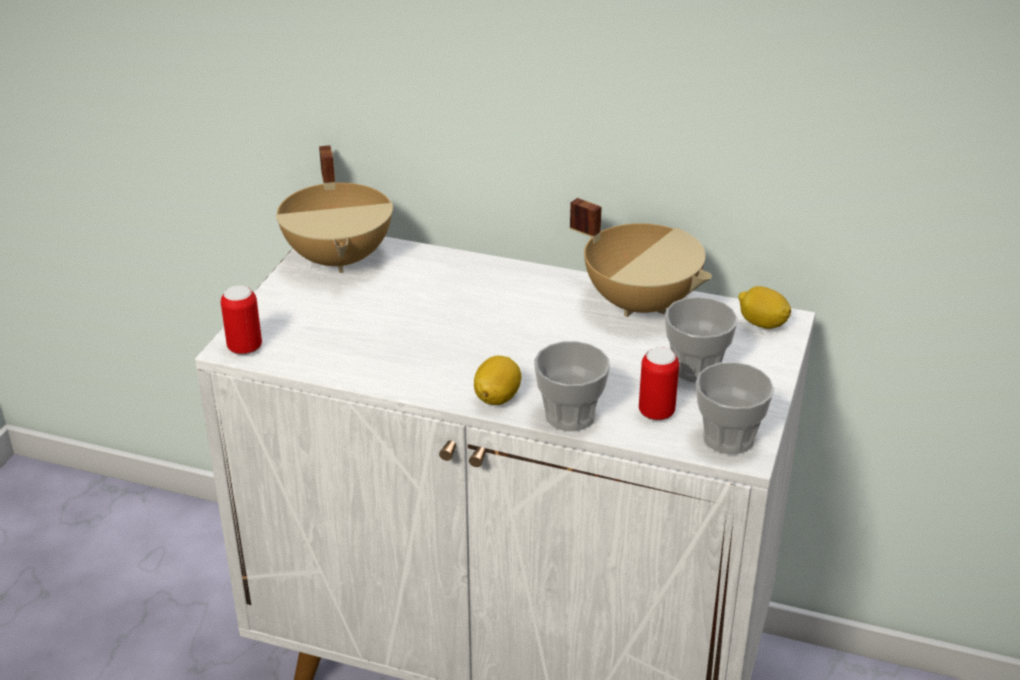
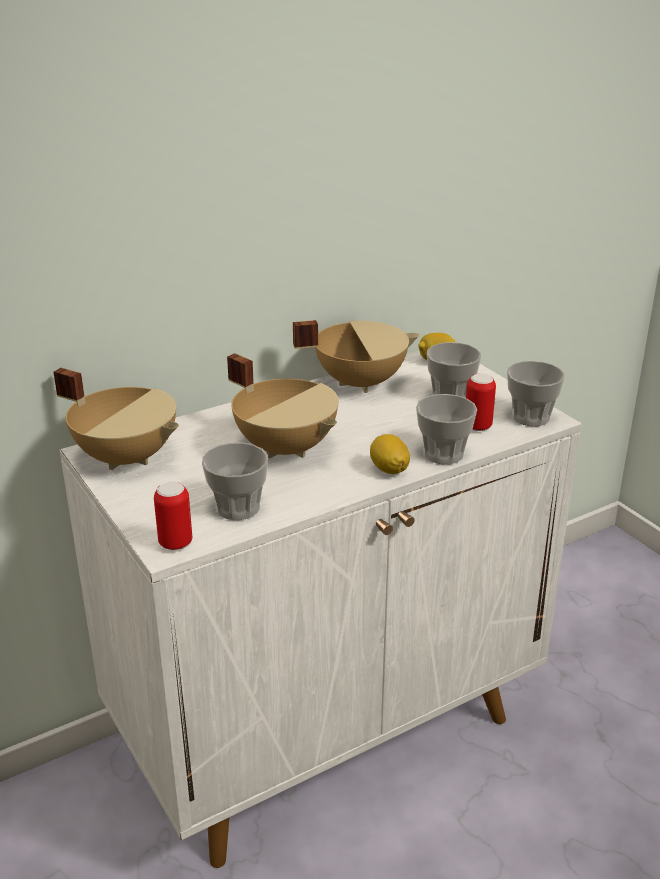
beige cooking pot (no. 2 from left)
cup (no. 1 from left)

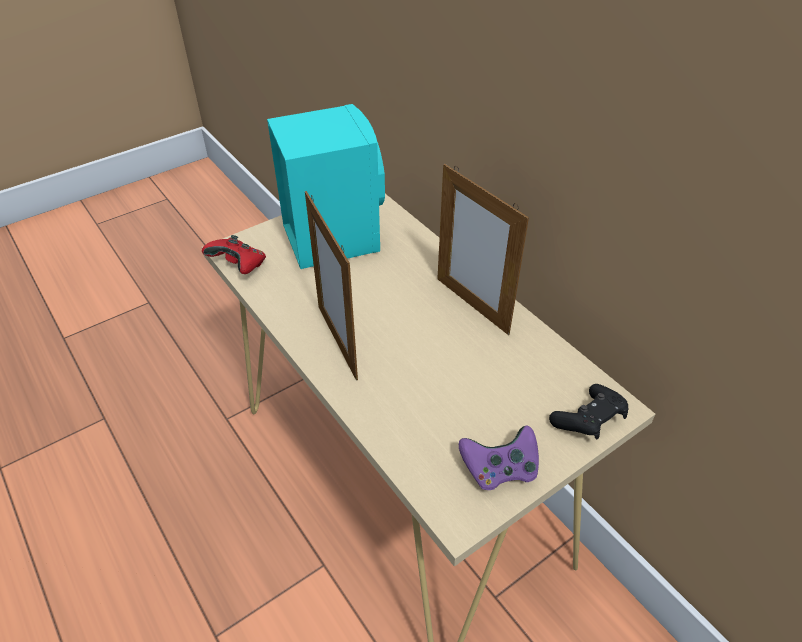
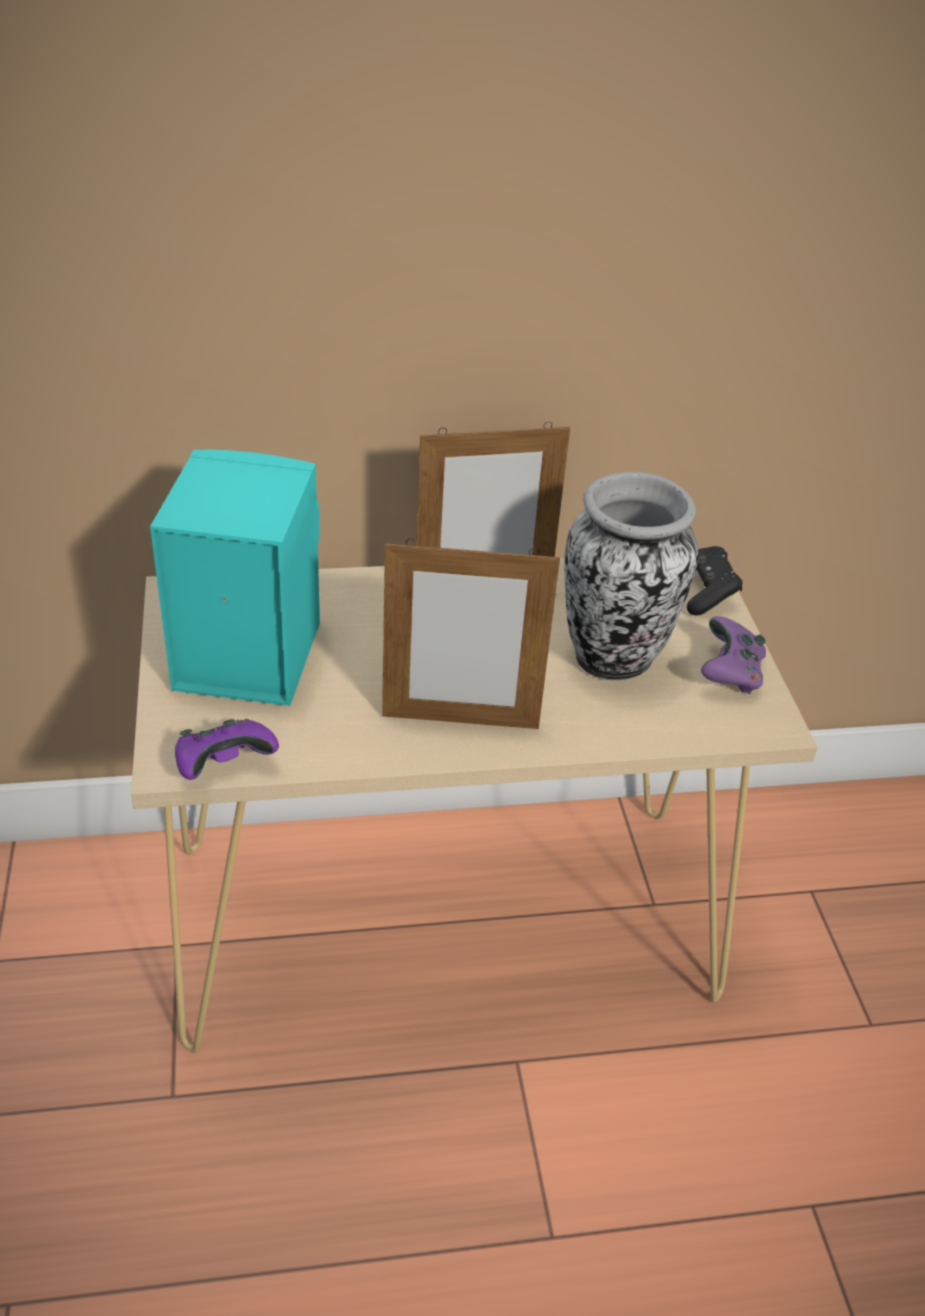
purple game controller (no. 1 from left)
vase

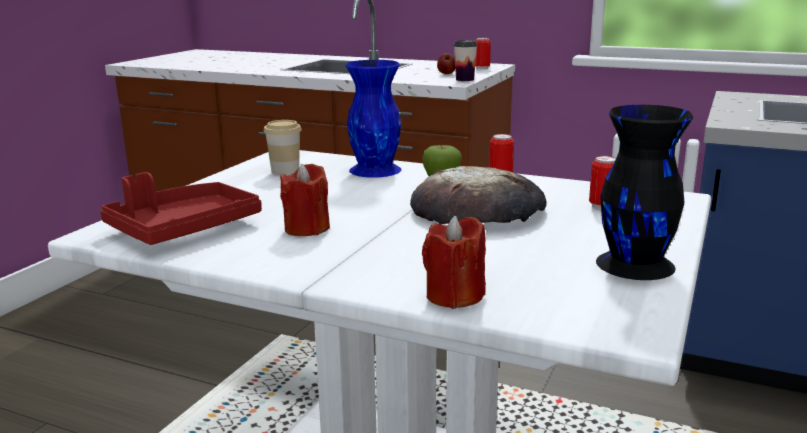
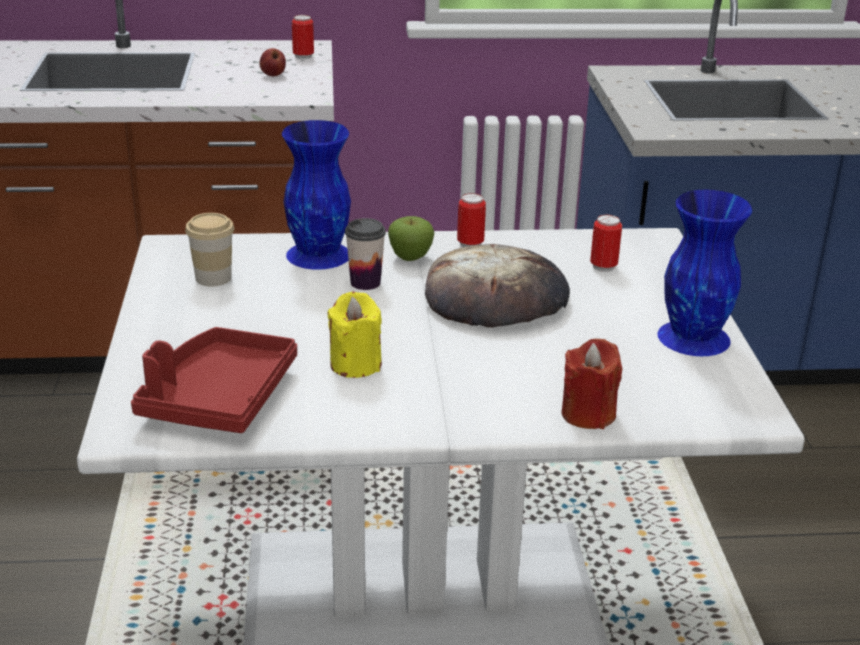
cup (no. 2 from left)
blue vase (no. 2 from left)
yellow candle

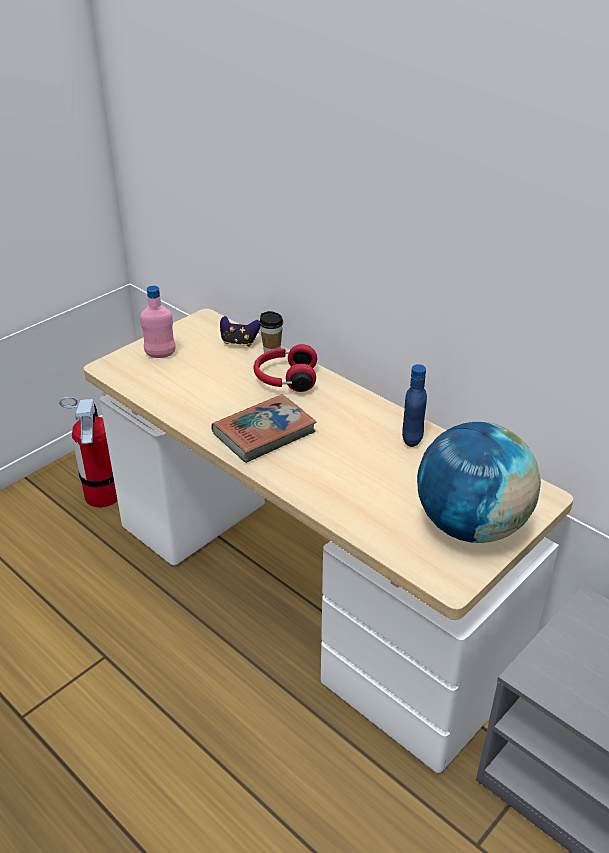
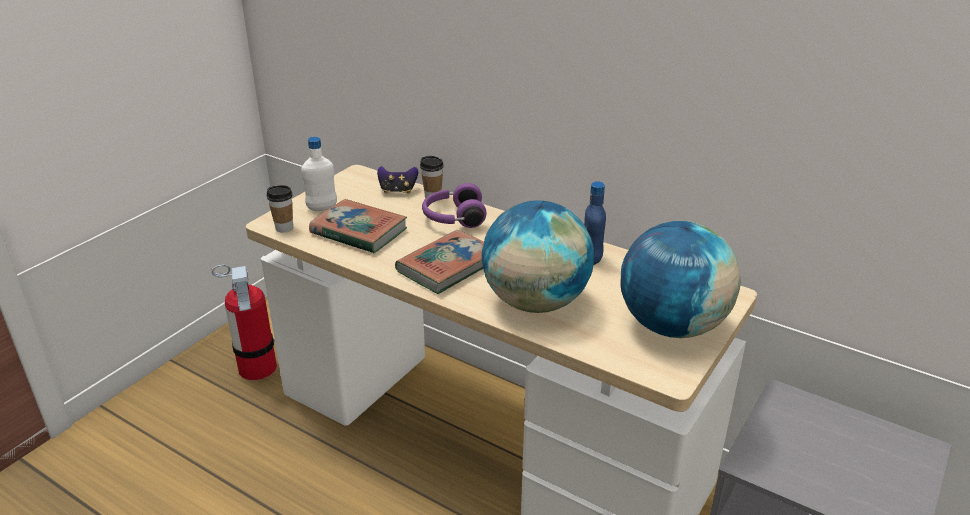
white bottle
purple headphones
cup (no. 1 from left)
book (no. 1 from left)
globe (no. 1 from left)

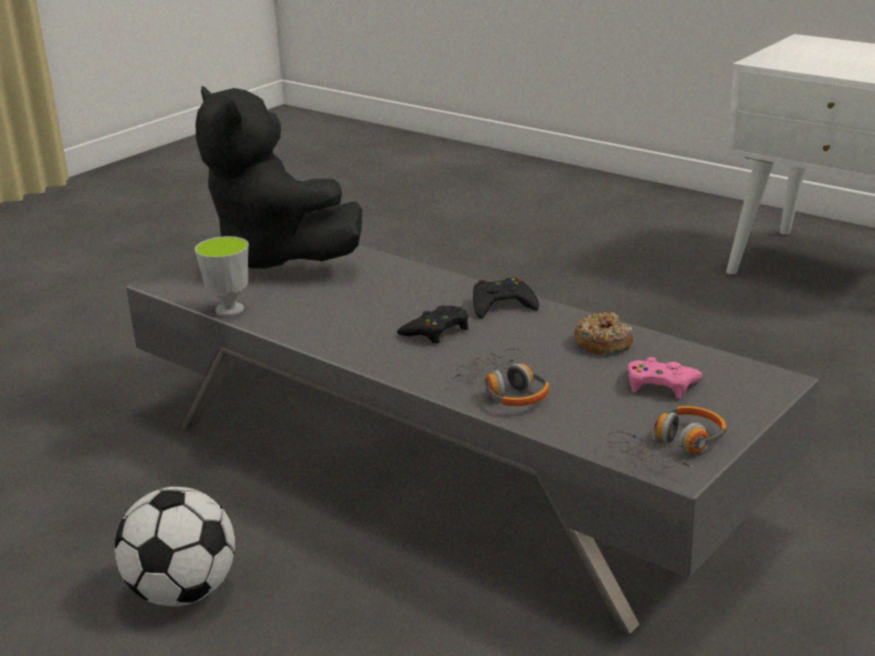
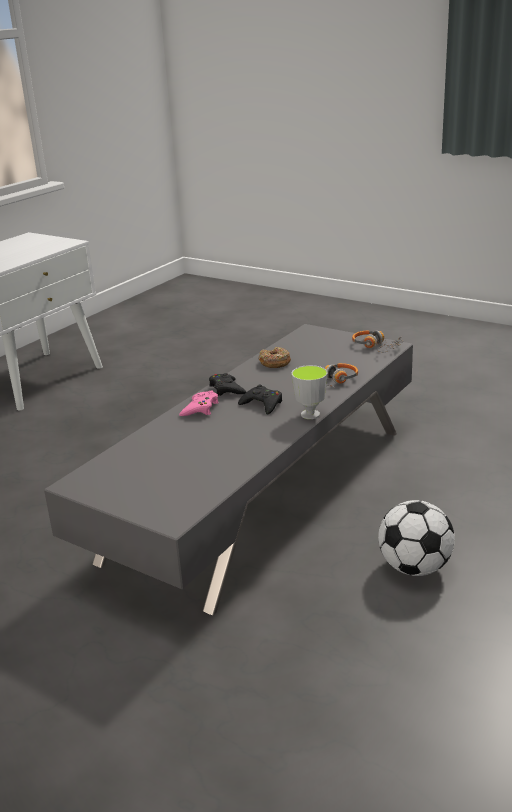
black plush toy
cup
pink game controller

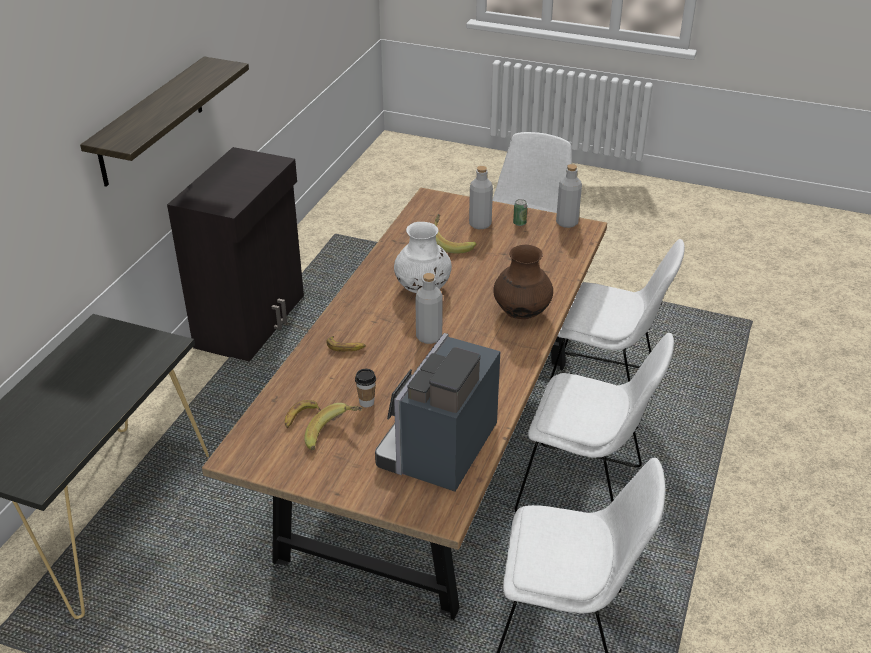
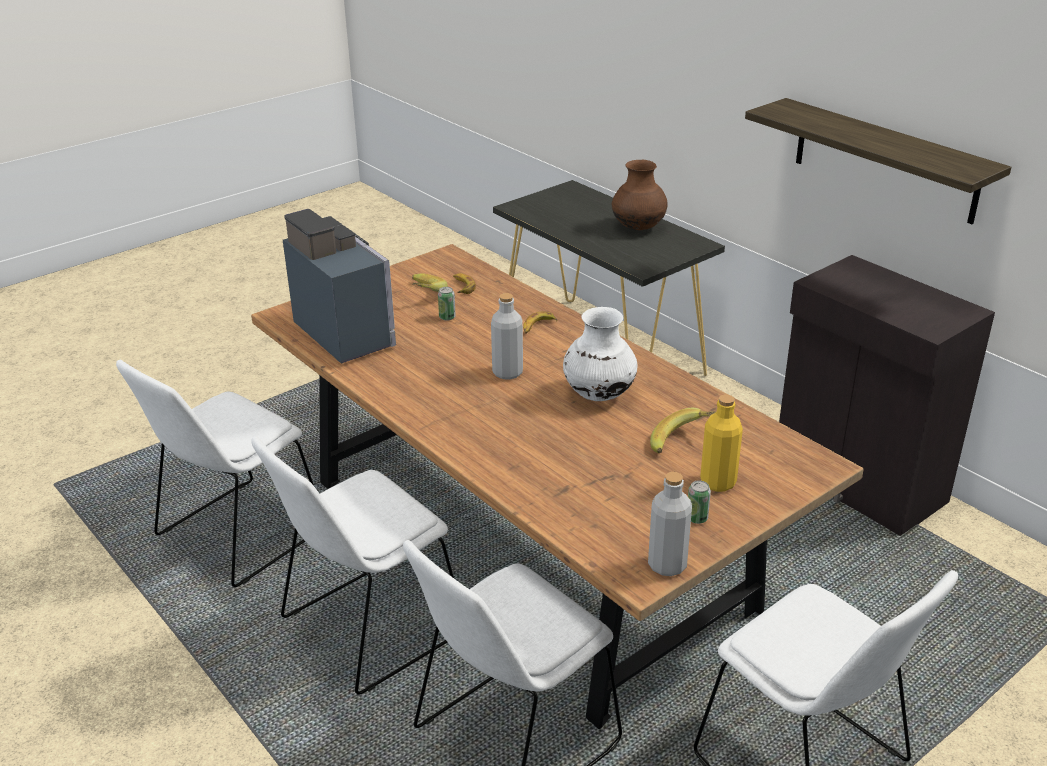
yellow bottle
brown vase
can (no. 1 from left)

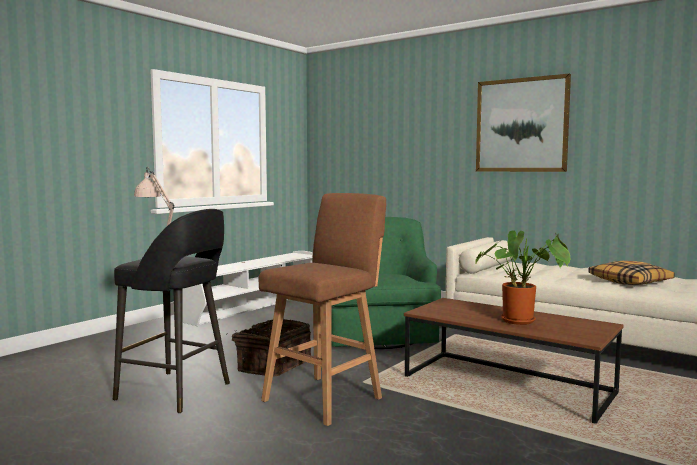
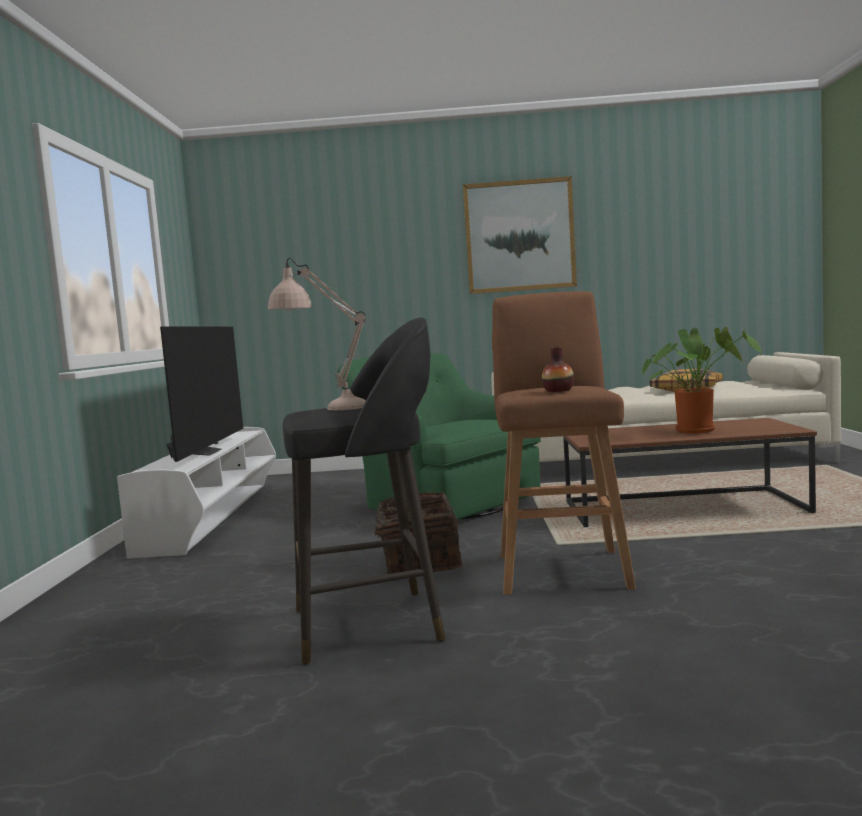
television
vase

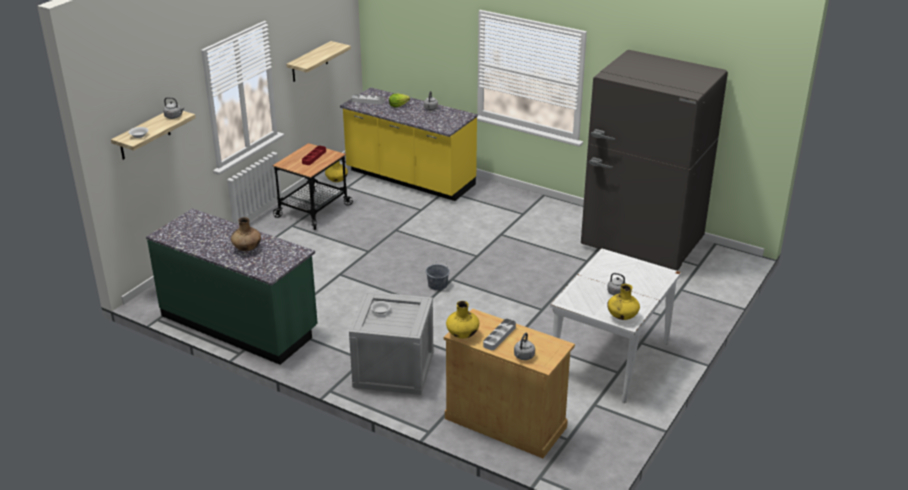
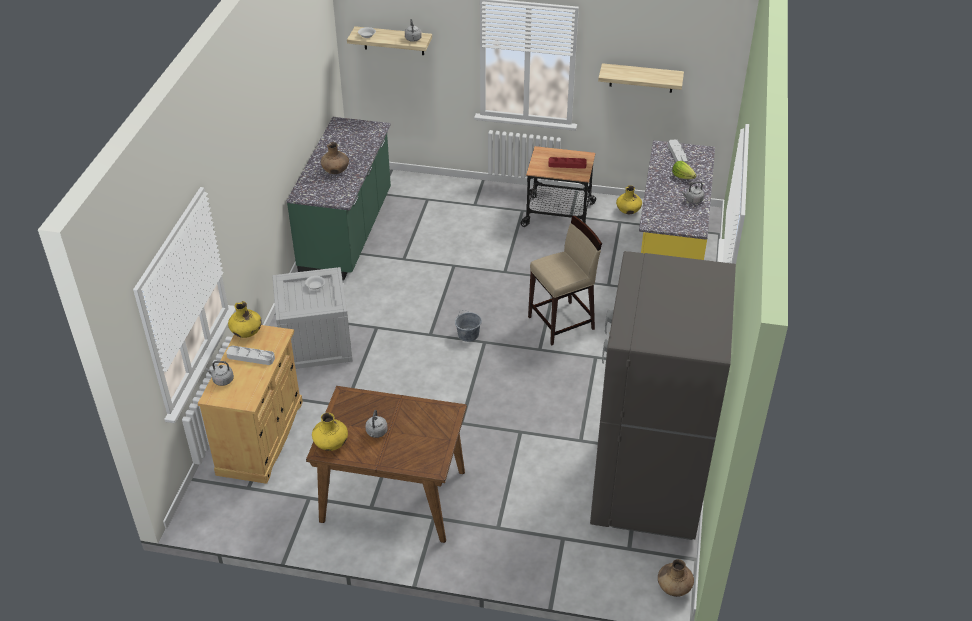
brown dining table
beige stool
brown vase (no. 2 from left)

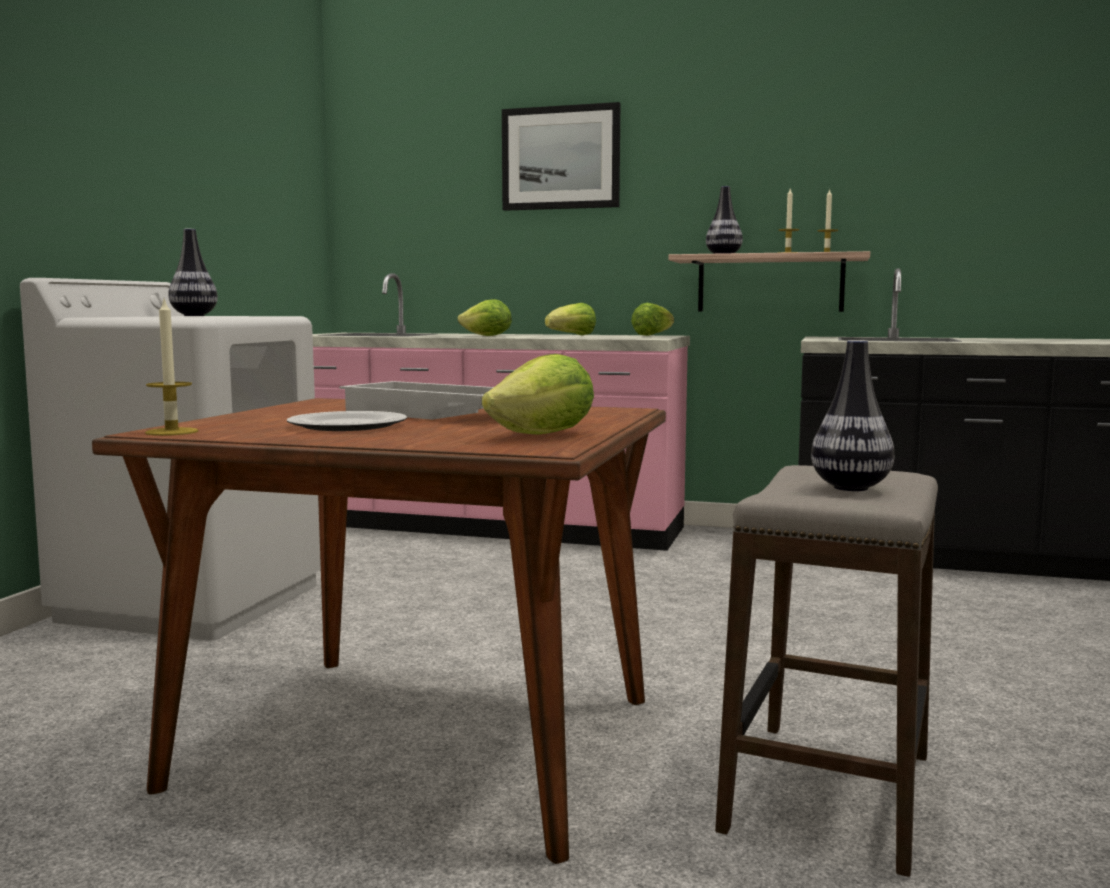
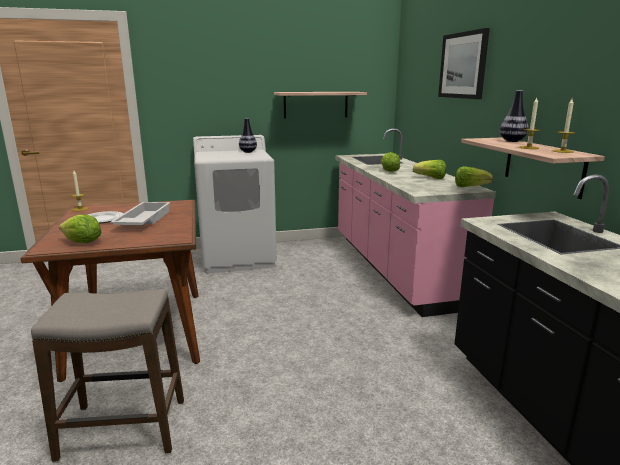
vase (no. 3 from left in the first image)
shelf (no. 1 from left)

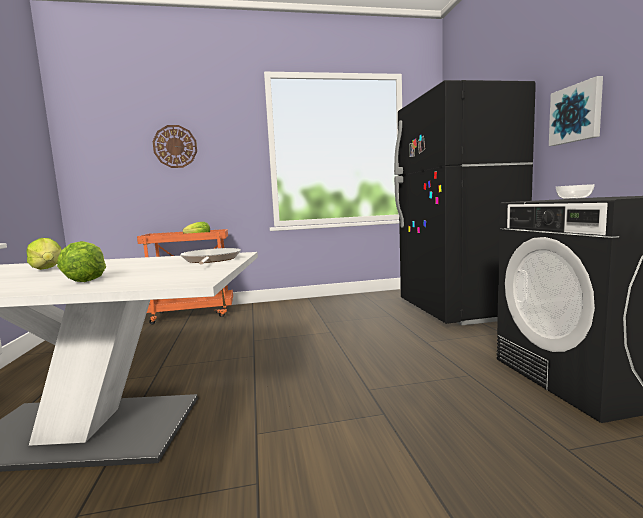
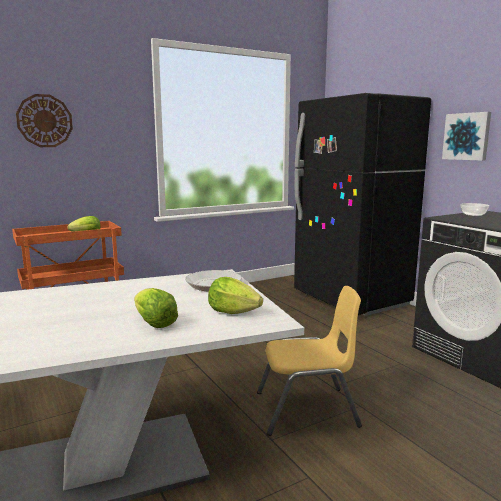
lettuce (no. 3 from left)
yellow chair

